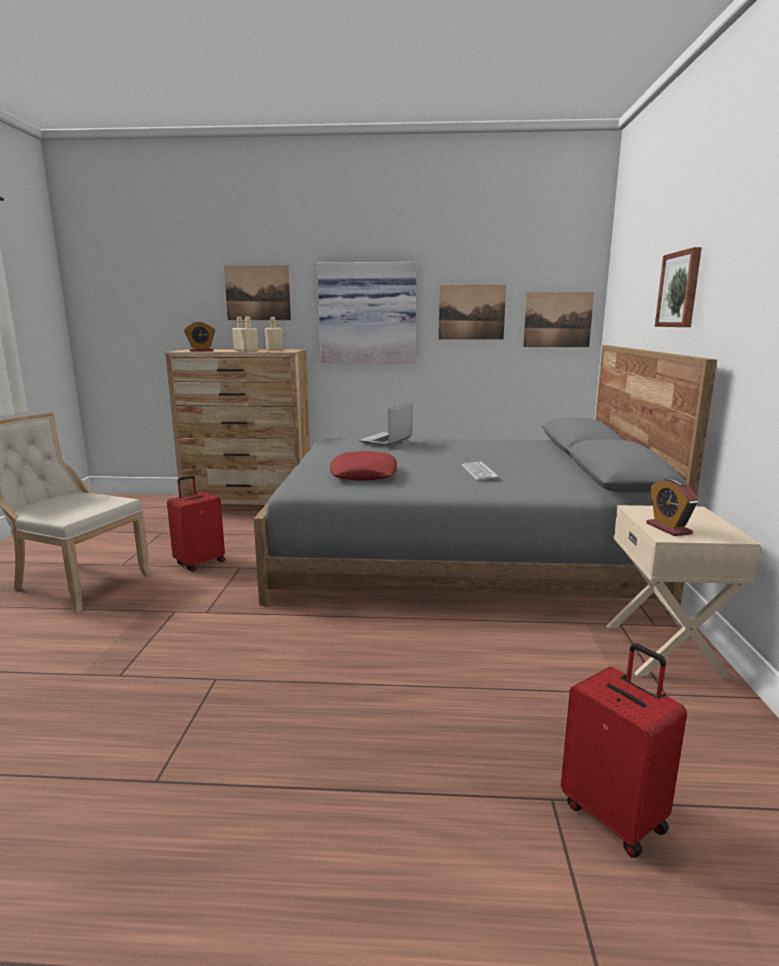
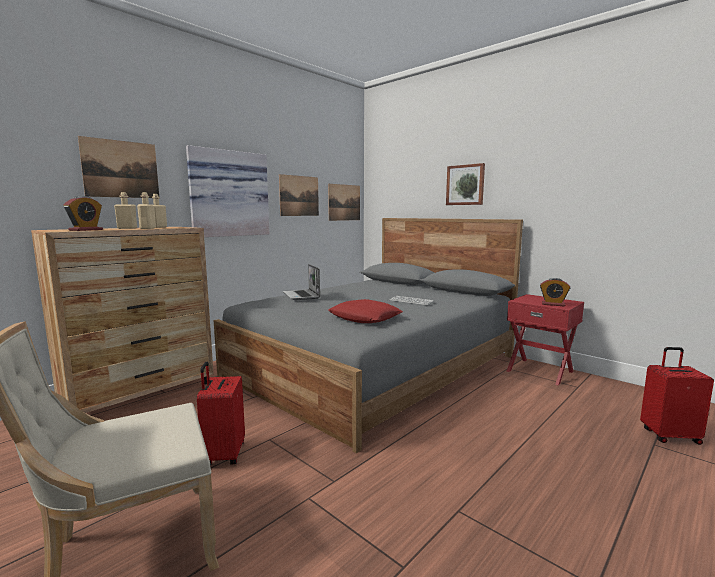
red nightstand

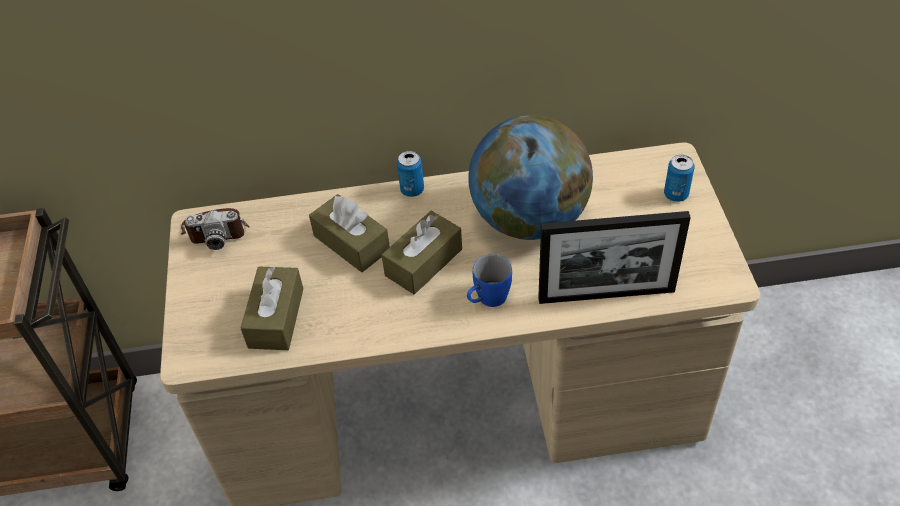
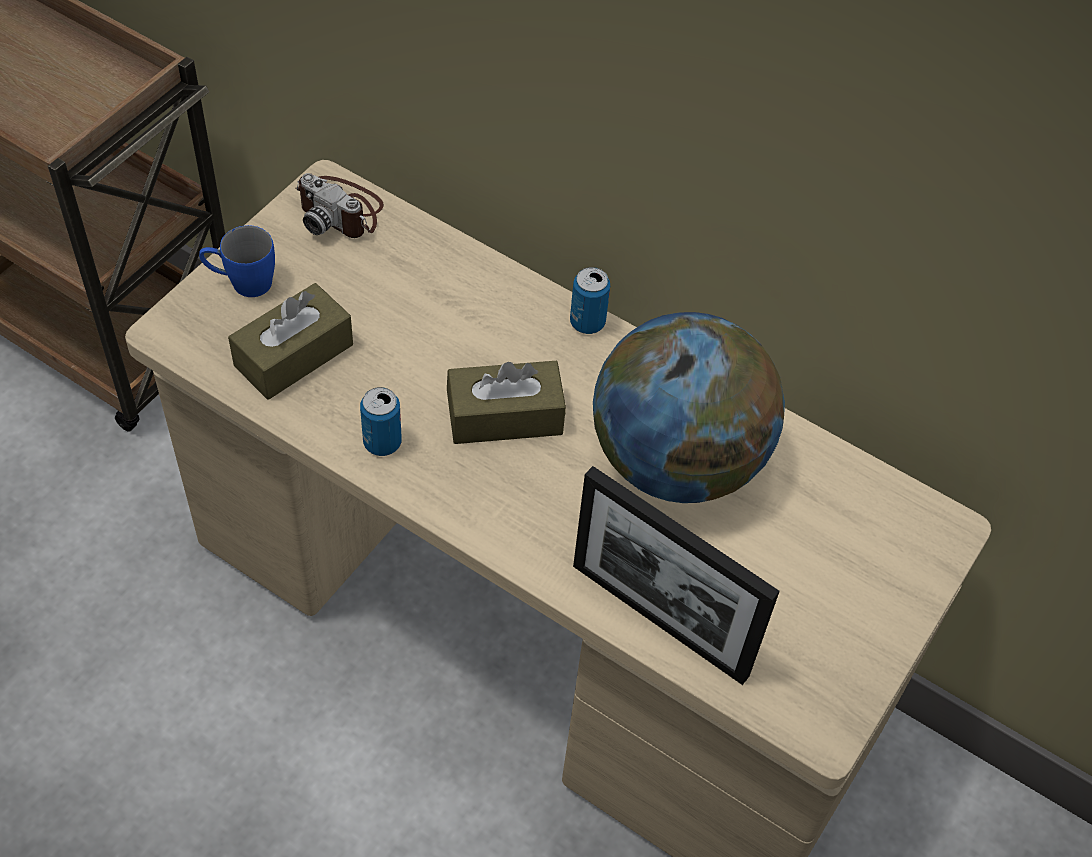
can (no. 1 from left)
brown tissue box (no. 2 from left in the first image)
blue mug

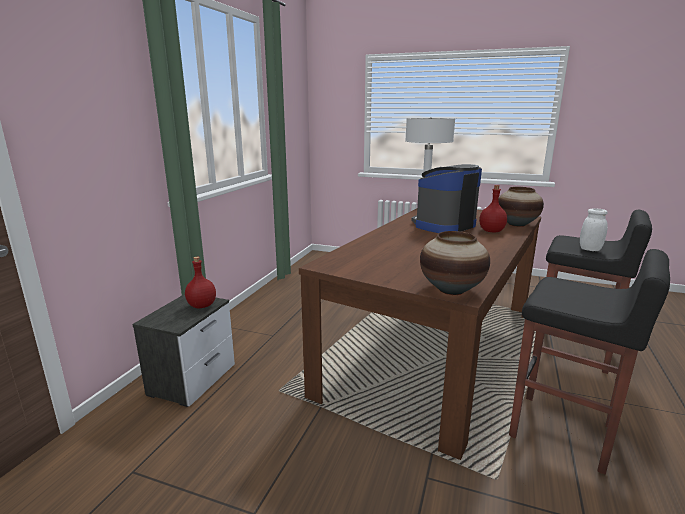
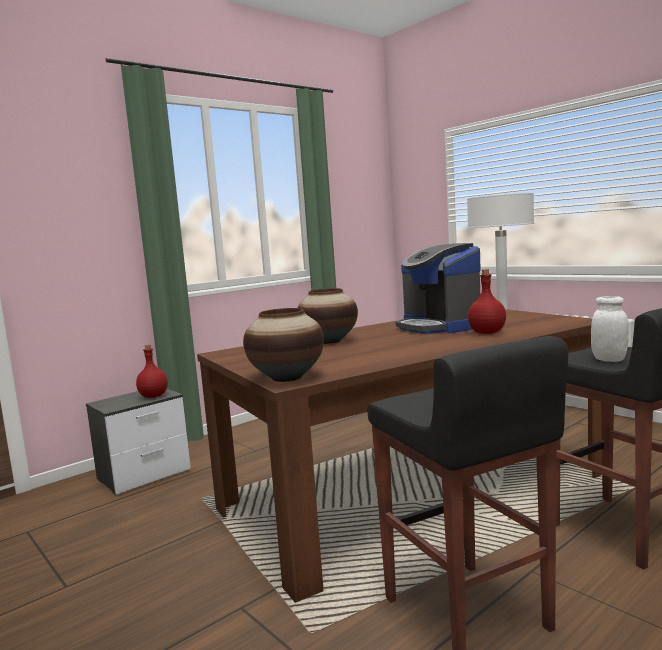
coffee machine
vase (no. 2 from left)

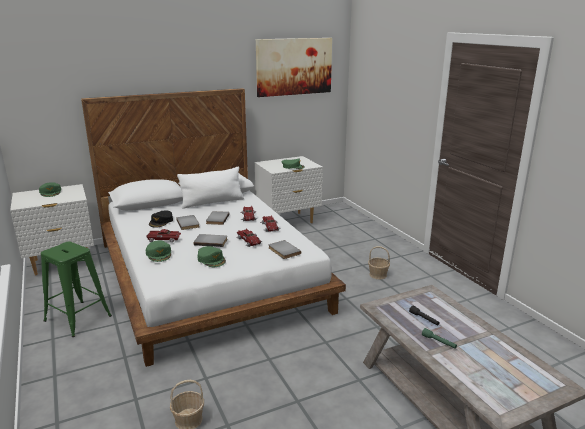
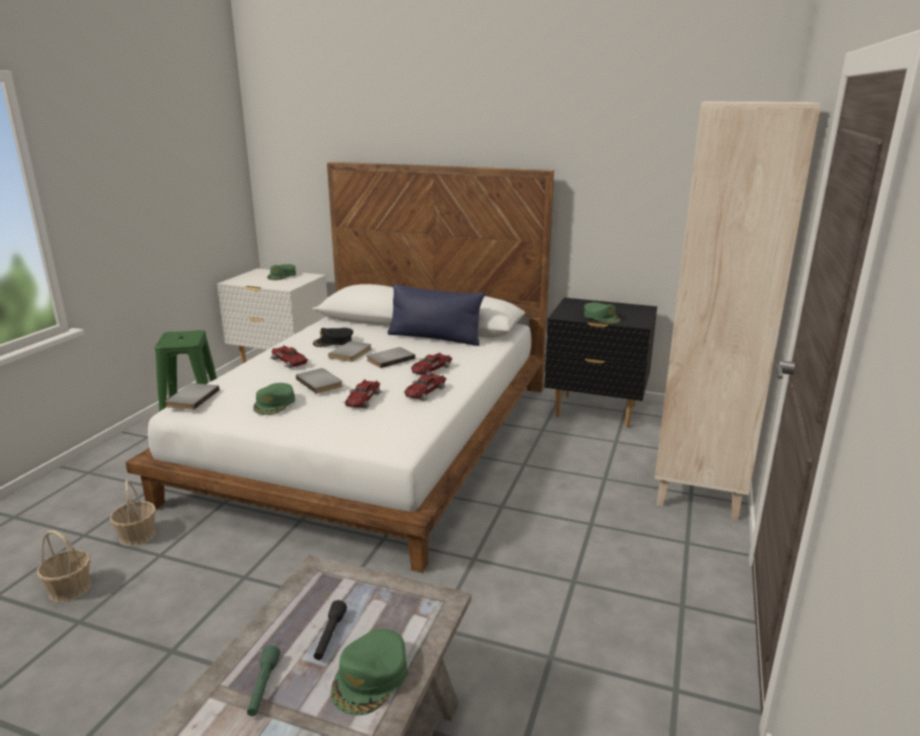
picture
black nightstand
blue pillow
green cap (no. 3 from left)
grey book (no. 1 from left)
basket (no. 2 from left)
beige bookcase

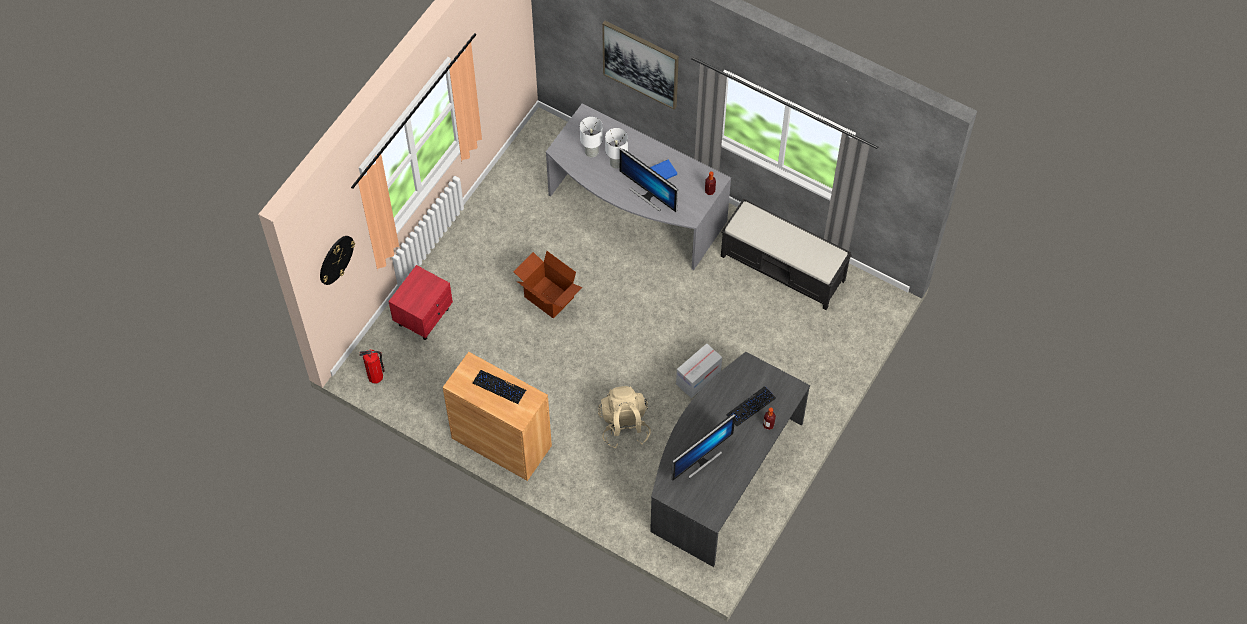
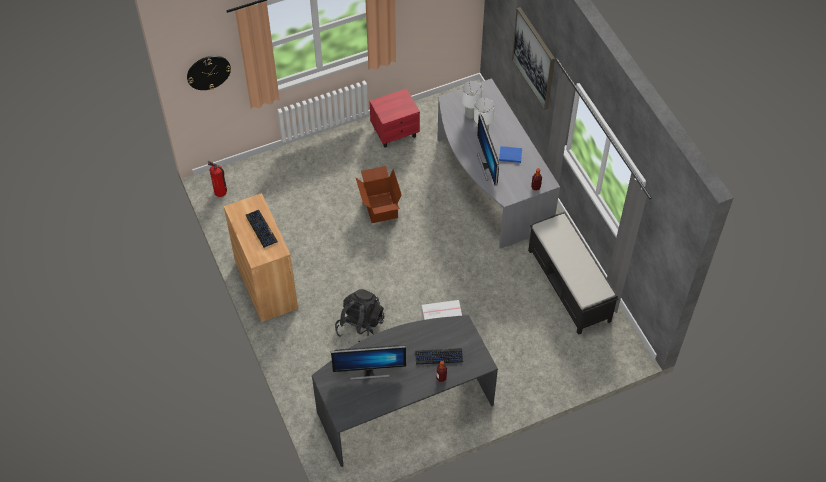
red nightstand
black backpack

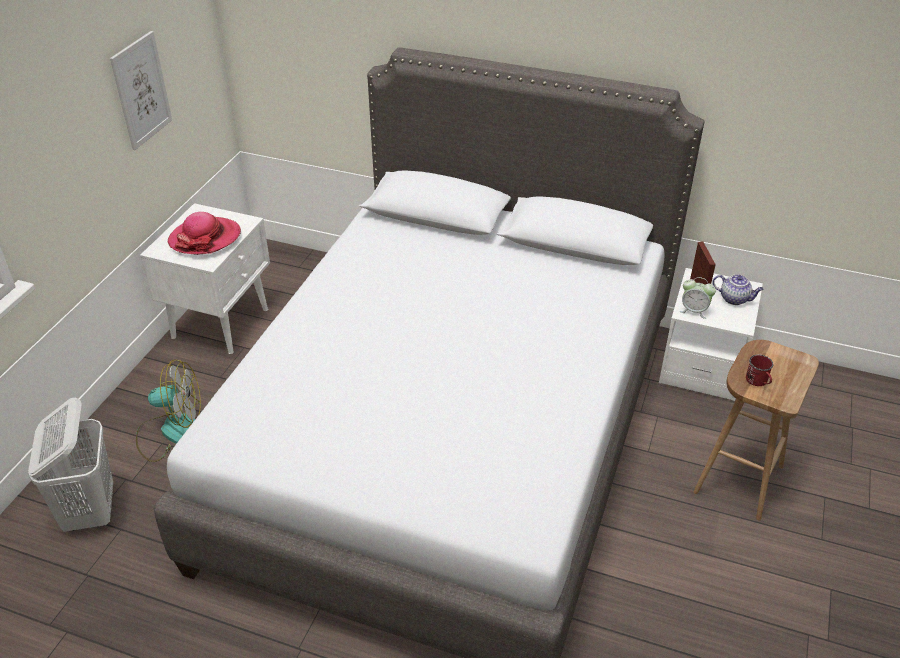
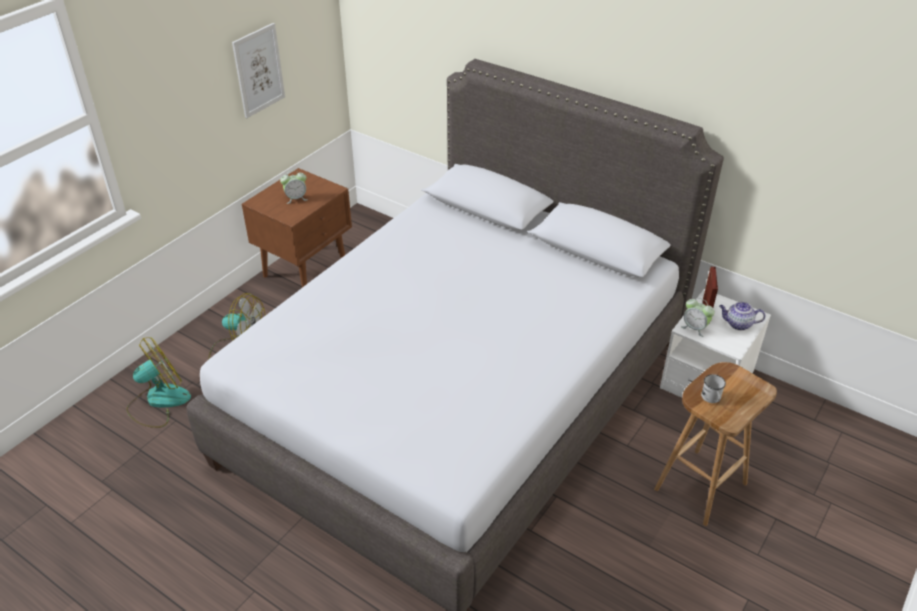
brown nightstand
alarm clock (no. 1 from left)
teapot
white mug
fan (no. 1 from left)

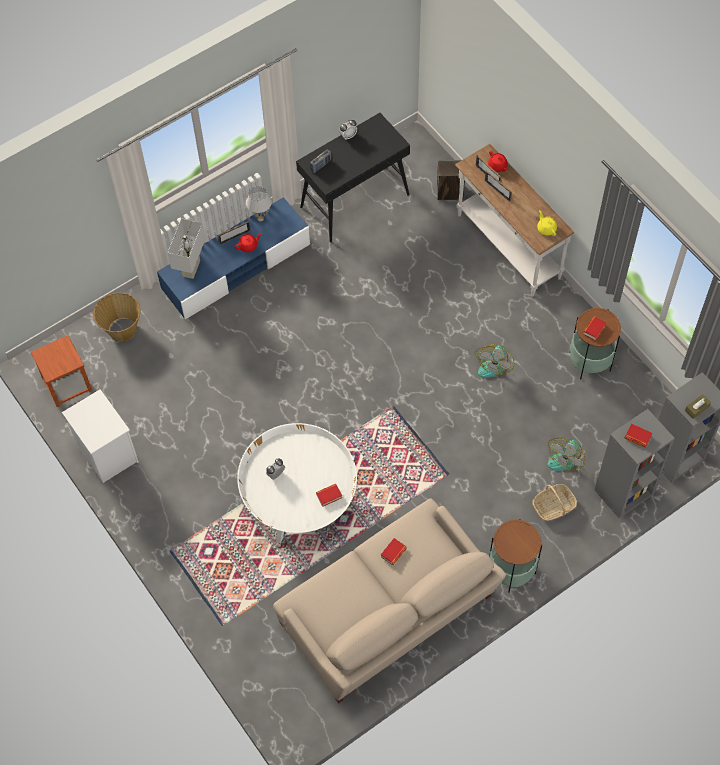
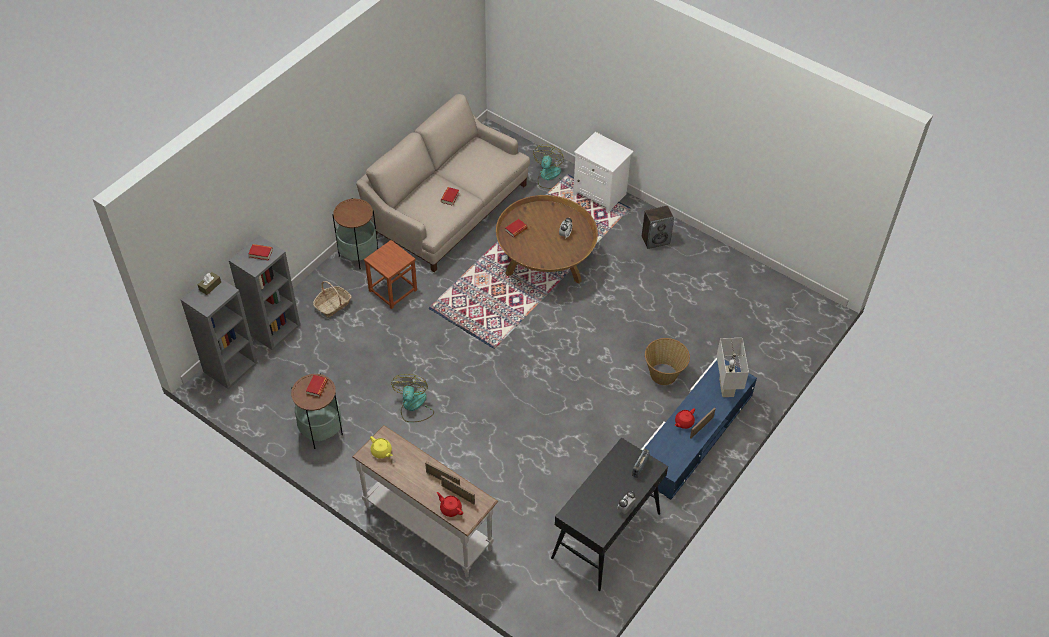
speaker
white table lamp (no. 2 from left in the first image)
basket (no. 2 from left)
brown stool
white nightstand
brown coffee table
fan (no. 2 from left)

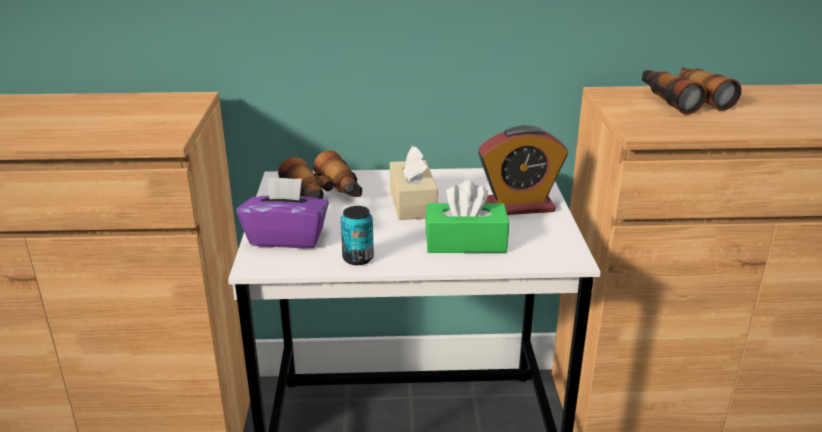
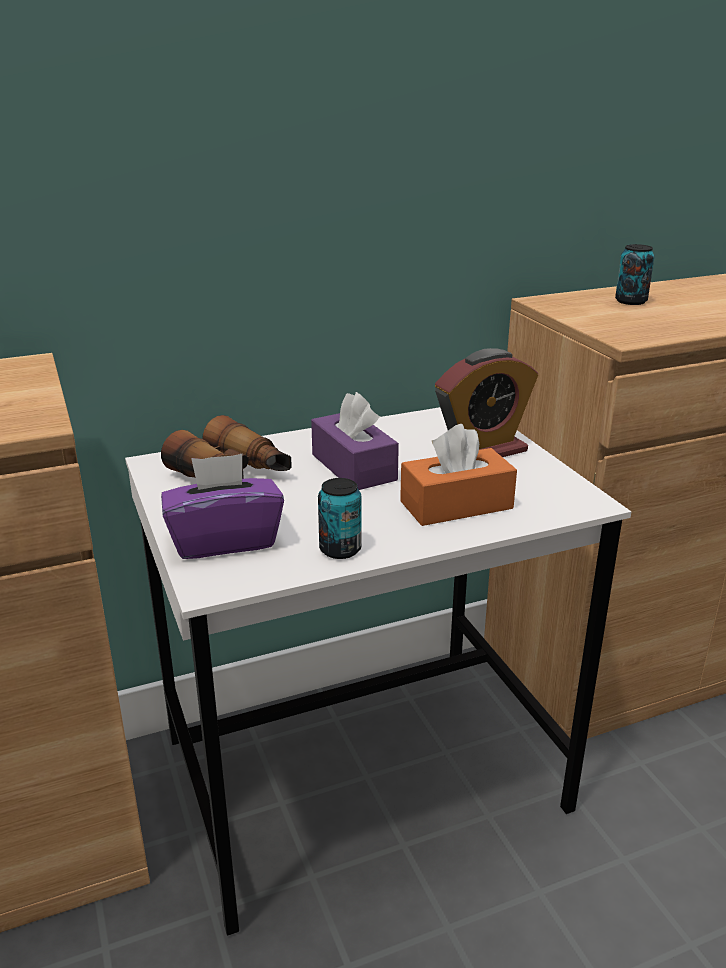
can (no. 2 from left)
purple tissue box (no. 2 from left)
orange tissue box

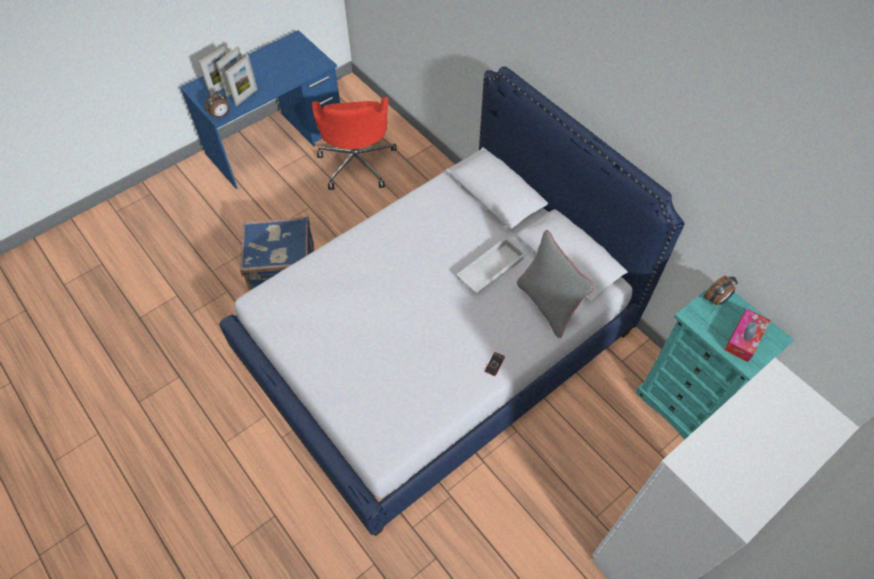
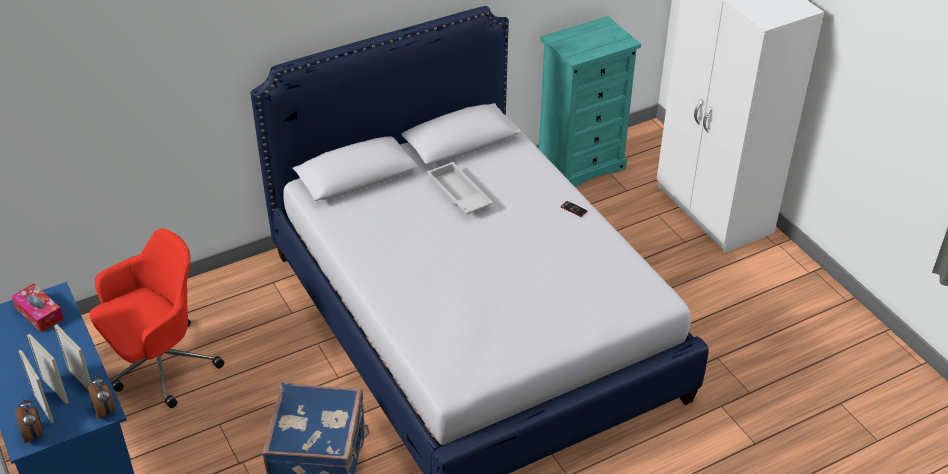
red office chair
grey pillow
alarm clock (no. 1 from left)
tissue box

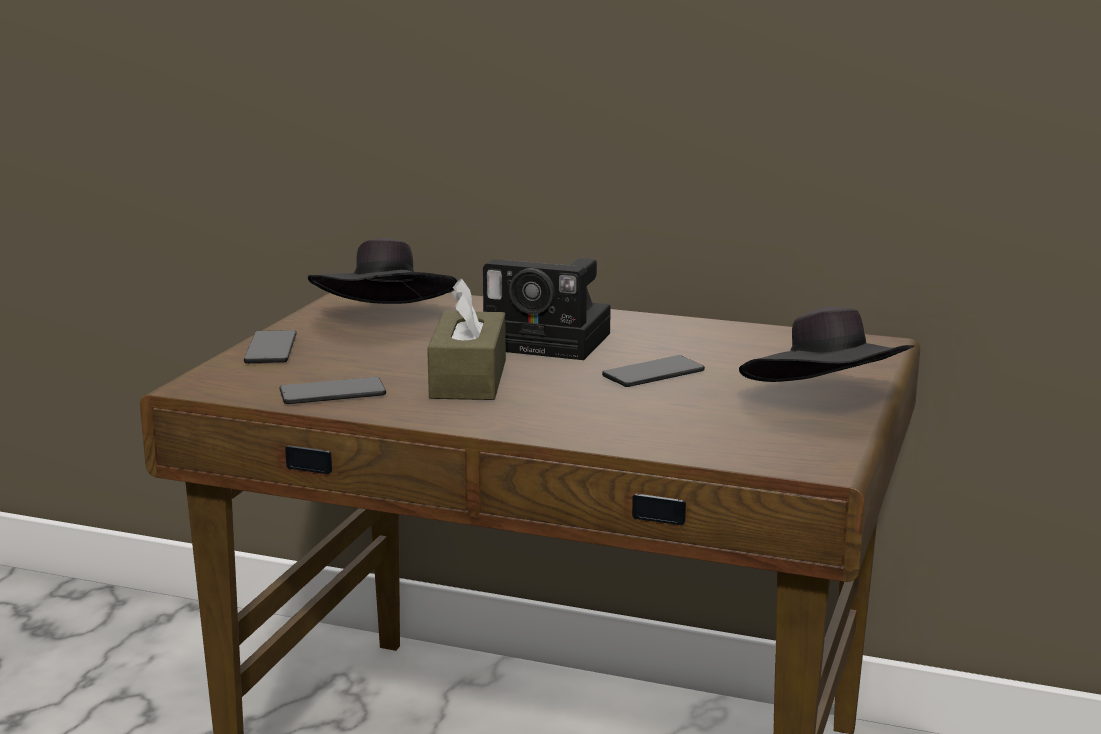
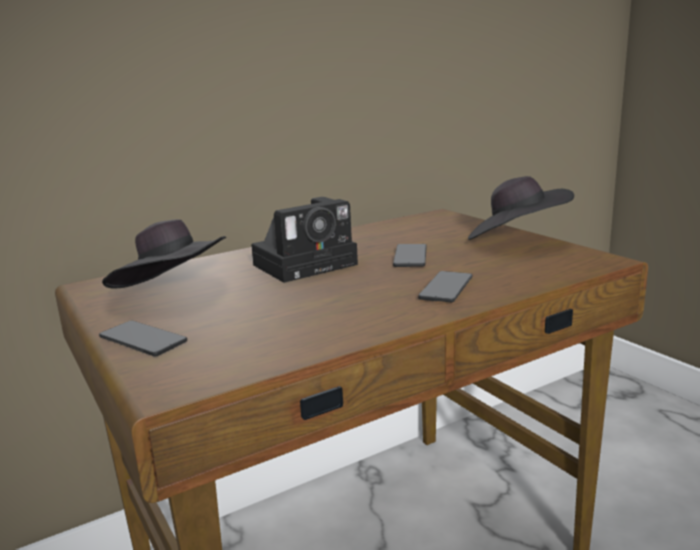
brown tissue box
phone (no. 3 from left)

